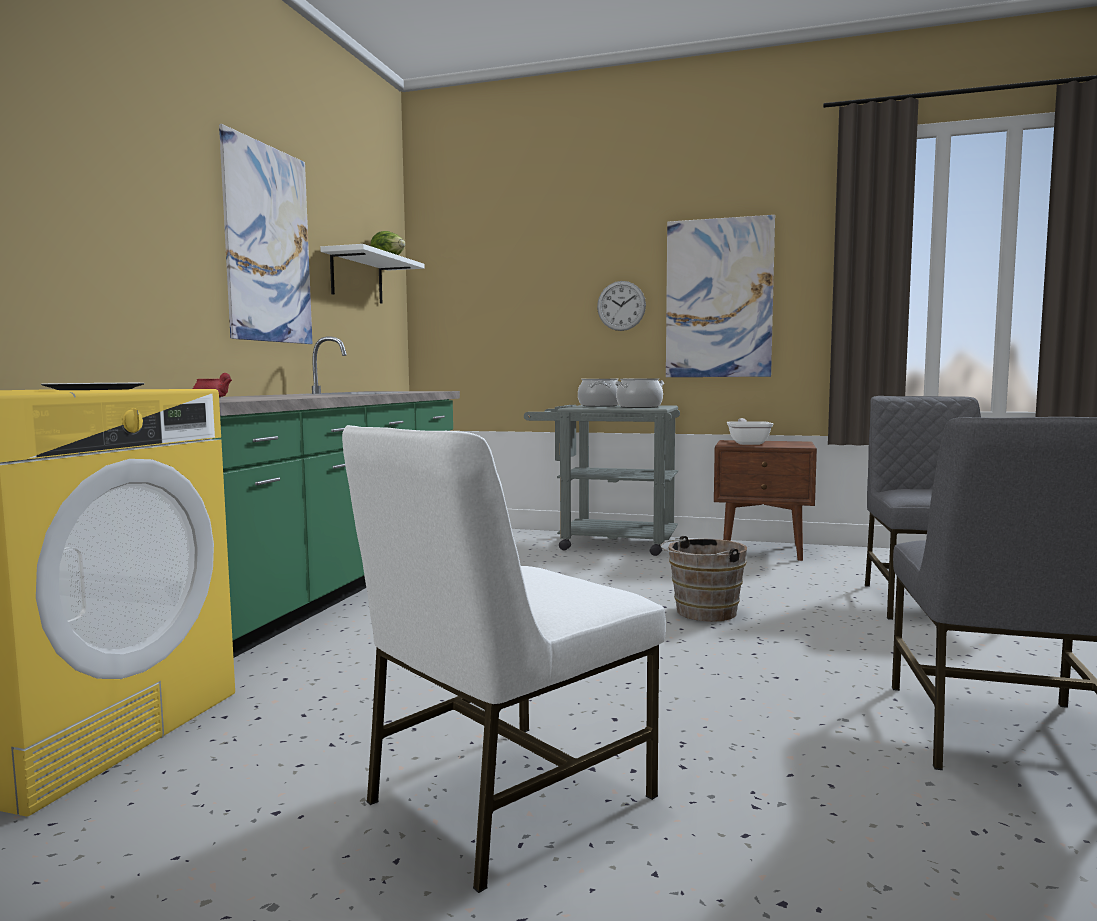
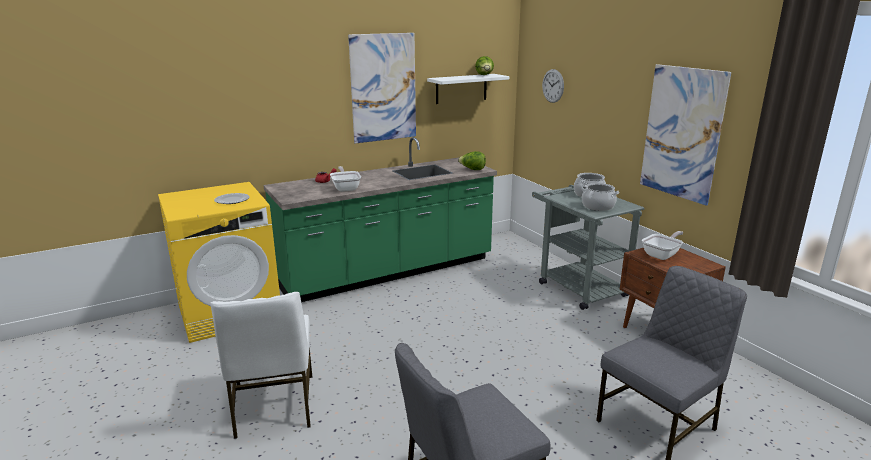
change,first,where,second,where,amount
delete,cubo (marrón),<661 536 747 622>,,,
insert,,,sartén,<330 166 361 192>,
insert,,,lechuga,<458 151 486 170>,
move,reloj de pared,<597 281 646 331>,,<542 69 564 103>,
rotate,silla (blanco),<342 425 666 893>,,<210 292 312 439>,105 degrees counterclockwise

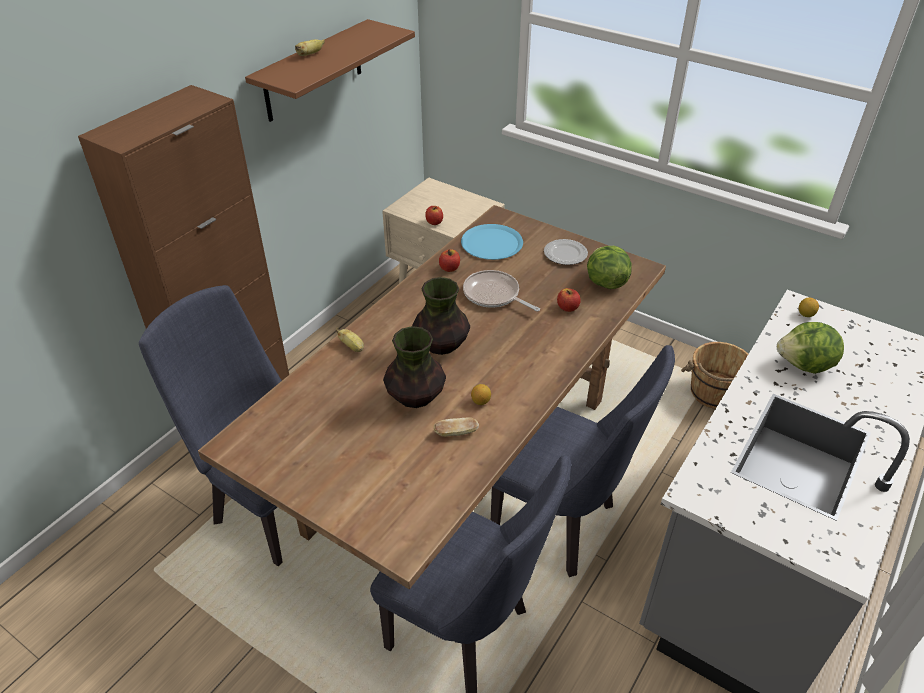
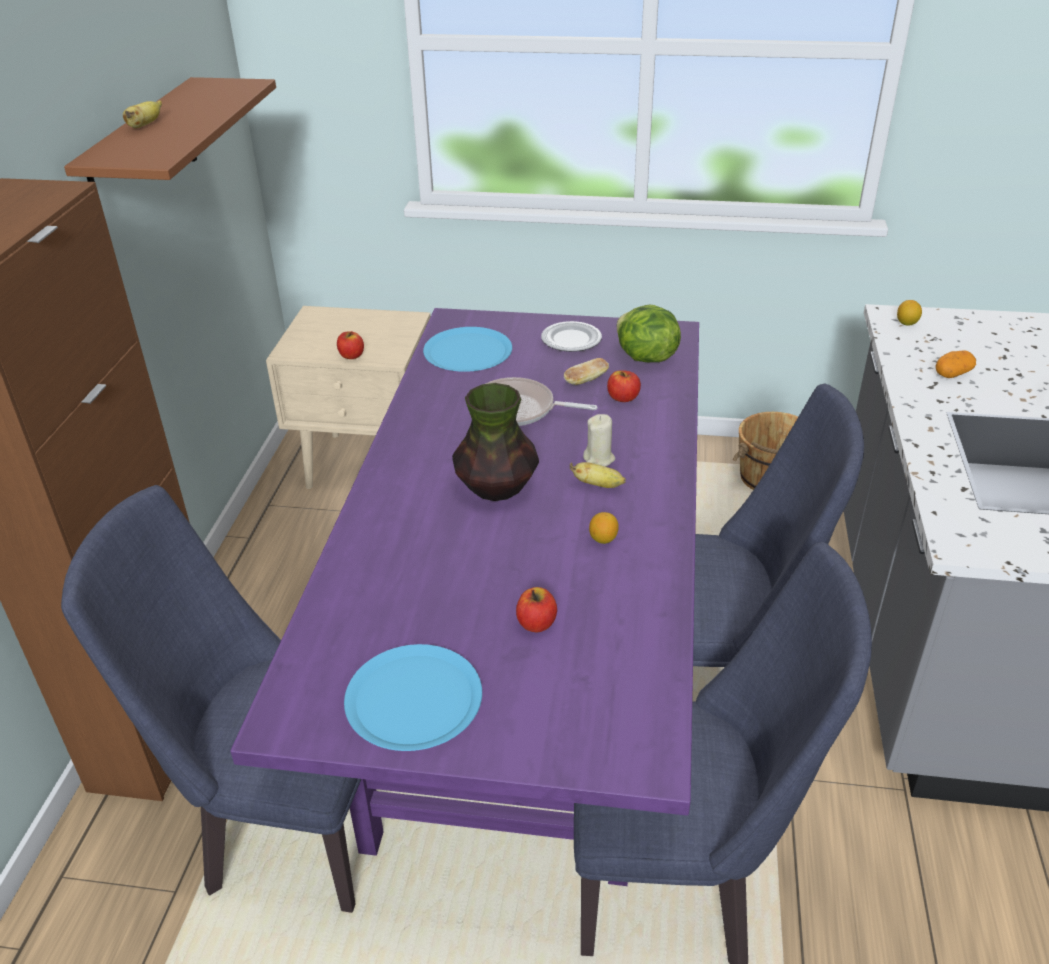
change,first,where,second,where,amount
delete,florero,<383 326 446 408>,,,
insert,,,plato (azul),<344 644 482 751>,
insert,,,vela (beis),<583 414 615 466>,
move,plátano,<336 327 364 352>,,<570 462 626 488>,
move,pan,<434 418 479 437>,,<564 358 609 385>,
move,manzana,<439 249 460 272>,,<516 587 557 632>,
replace,lechuga,<777 322 844 374>,patata,<935 350 976 378>,
recolor,mesa de comedor (marrón),<198 205 666 589>,mesa de comedor (morado),<230 308 699 886>,

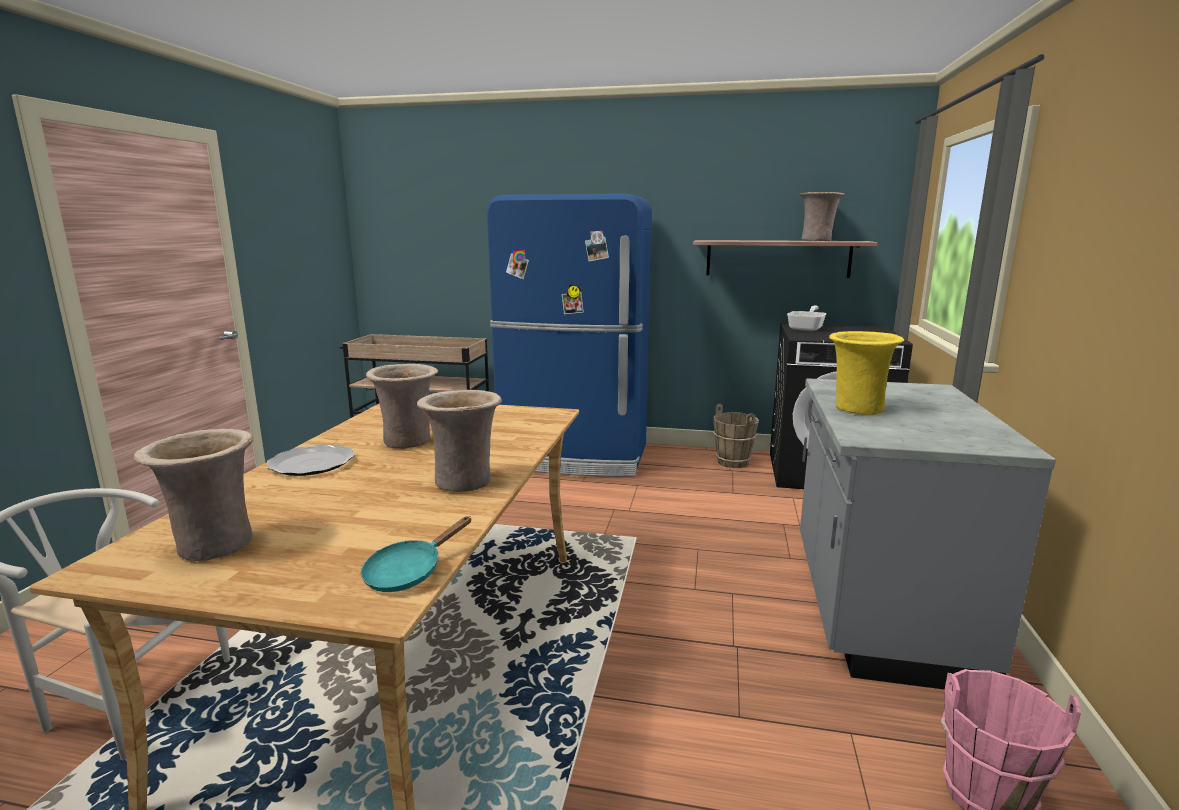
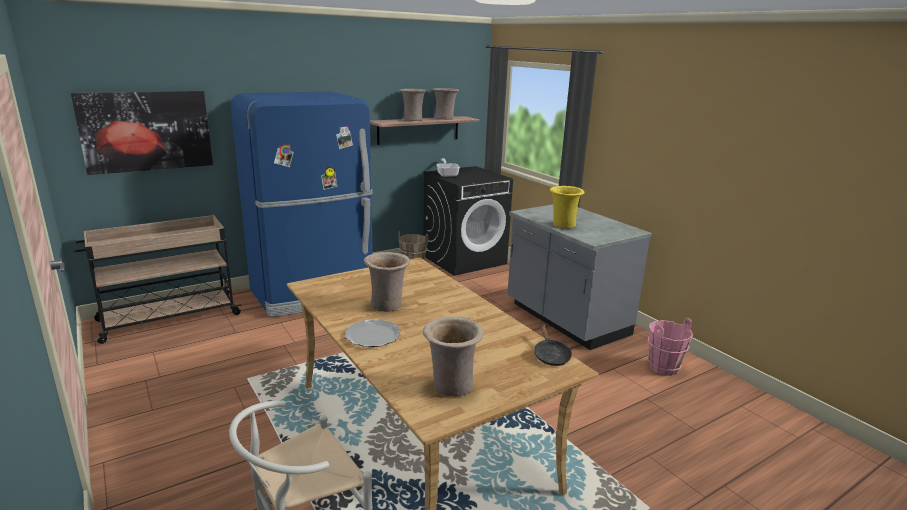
change,first,where,second,where,amount
insert,,,cuadro,<71 91 213 175>,
move,florero (beis),<417 390 502 492>,,<399 89 427 121>,
recolor,sartén (turquesa),<361 516 472 592>,sartén (negro),<534 323 572 366>,

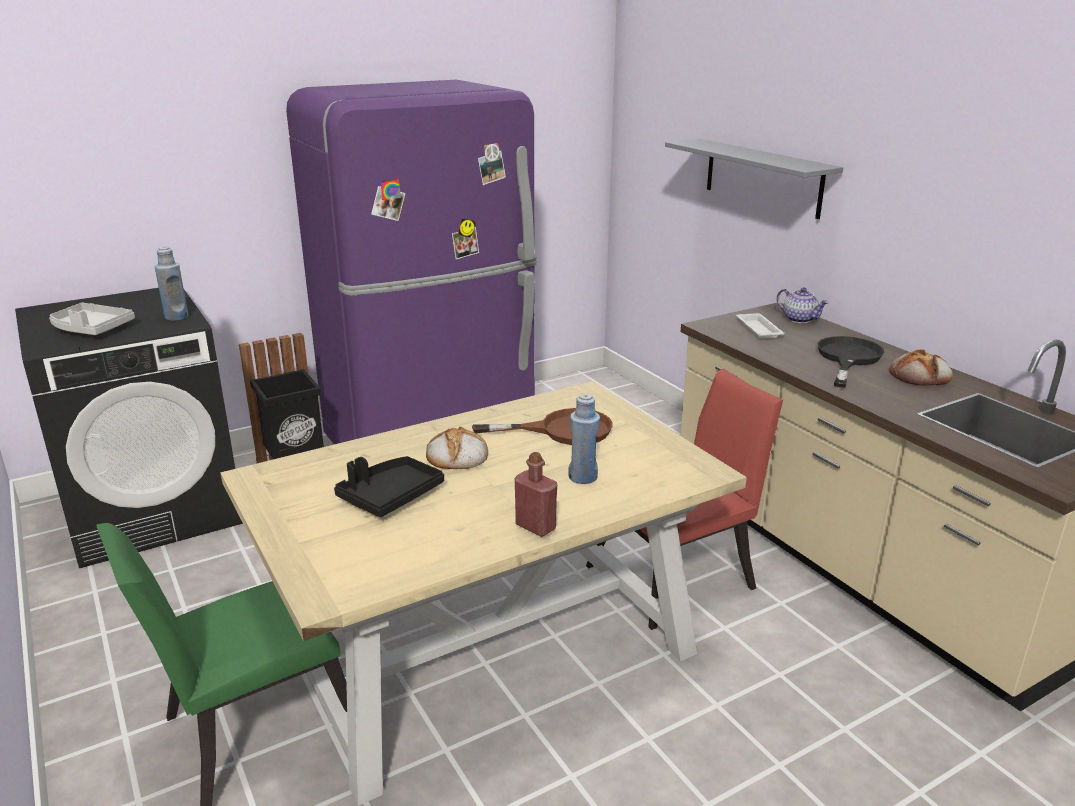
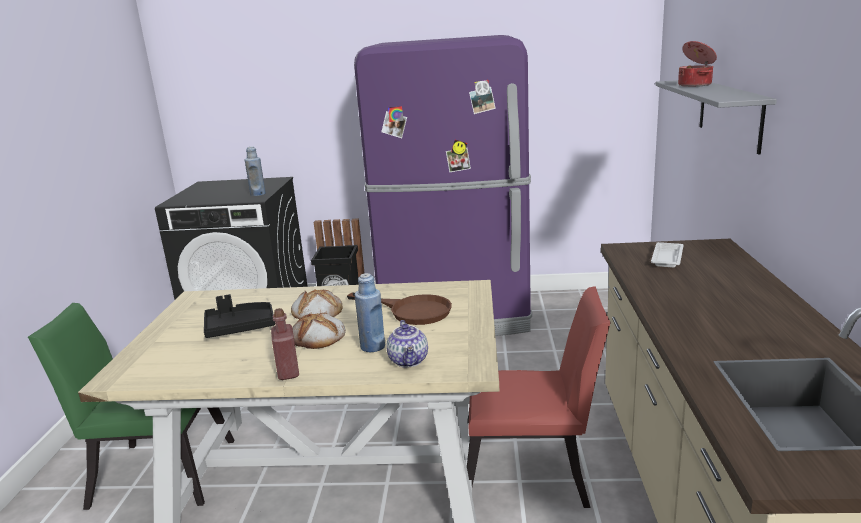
change,first,where,second,where,amount
delete,bandeja (gris),<49 303 135 335>,,,
delete,sartén (negro),<817 336 884 388>,,,
insert,,,olla,<678 41 717 87>,
move,tetera,<777 288 829 323>,,<386 320 428 368>,
move,pan,<889 349 953 386>,,<292 312 346 349>,

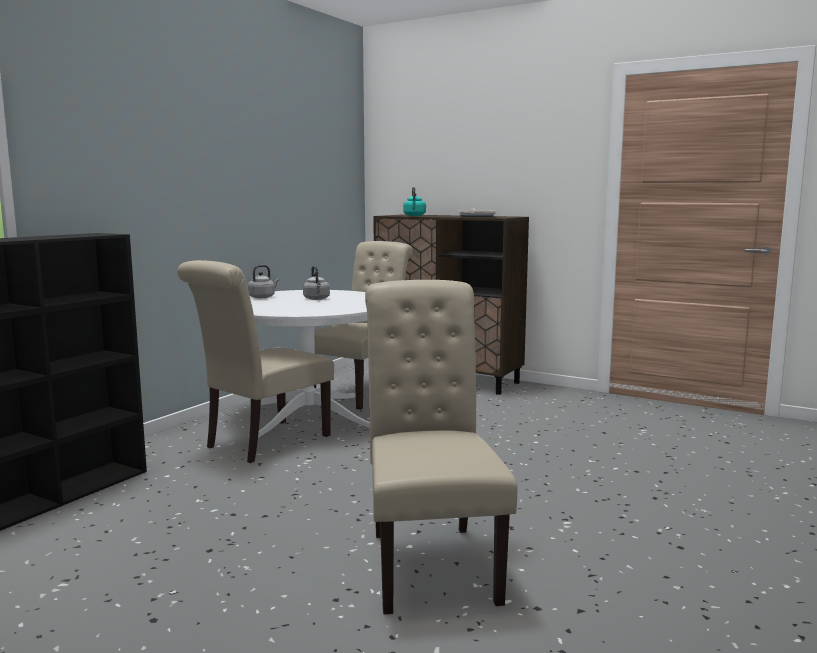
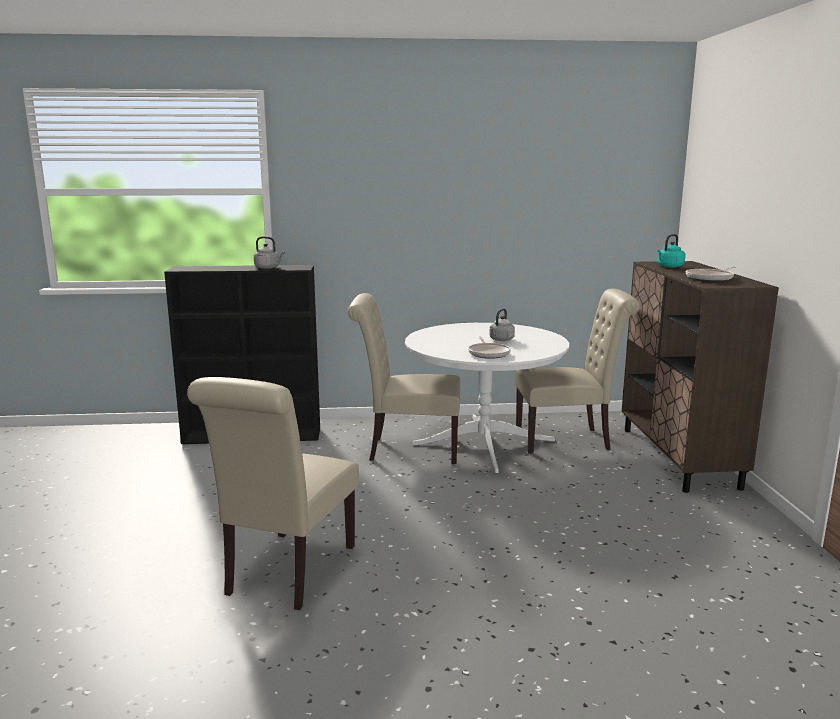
change,first,where,second,where,amount
insert,,,sartén,<468 337 511 359>,
move,hervidor (gris),<248 265 280 298>,,<254 236 285 269>,
rotate,silla (beis),<365 280 517 615>,,<187 377 359 610>,150 degrees clockwise

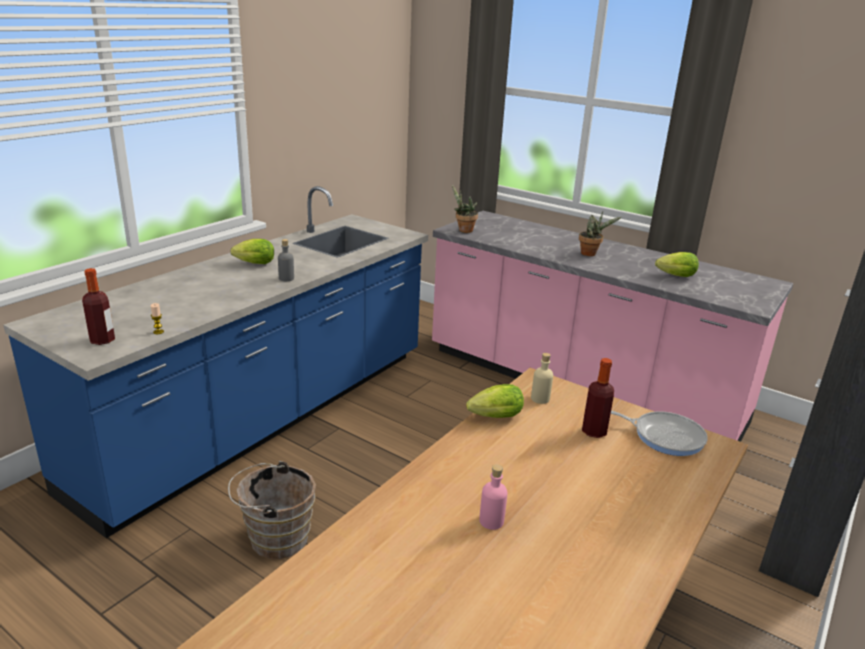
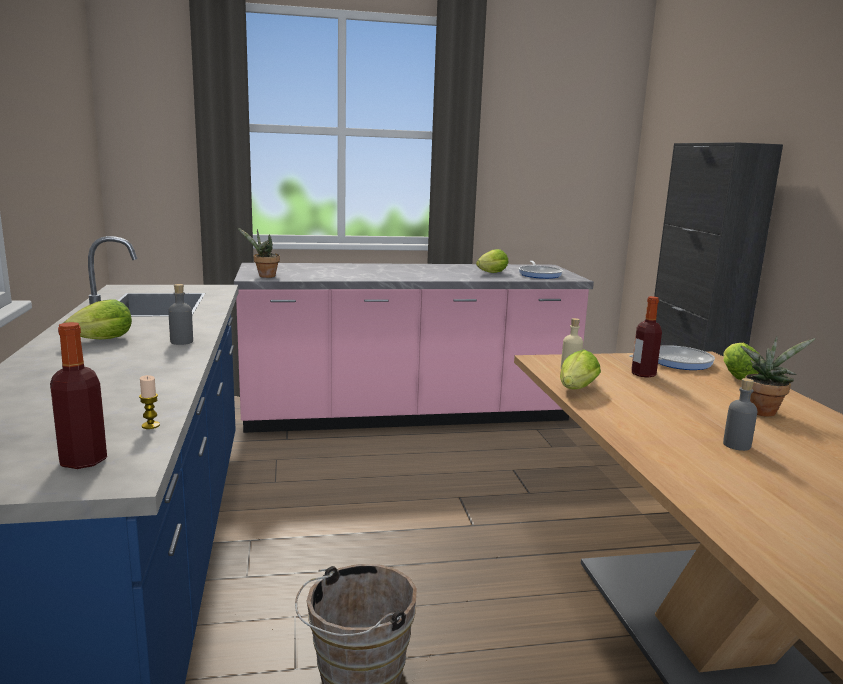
change,first,where,second,where,amount
insert,,,sartén,<519 261 563 279>,
insert,,,lechuga,<723 343 759 380>,
move,planta en maceta,<579 212 622 256>,,<741 337 816 417>,
recolor,botella (rosa),<479 464 508 530>,botella (gris),<723 378 758 451>,

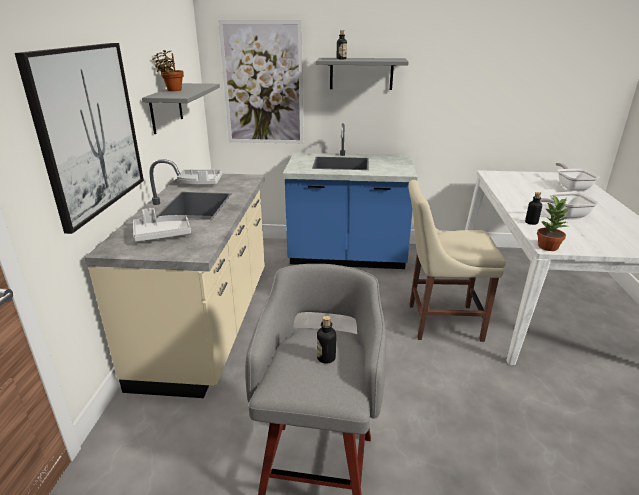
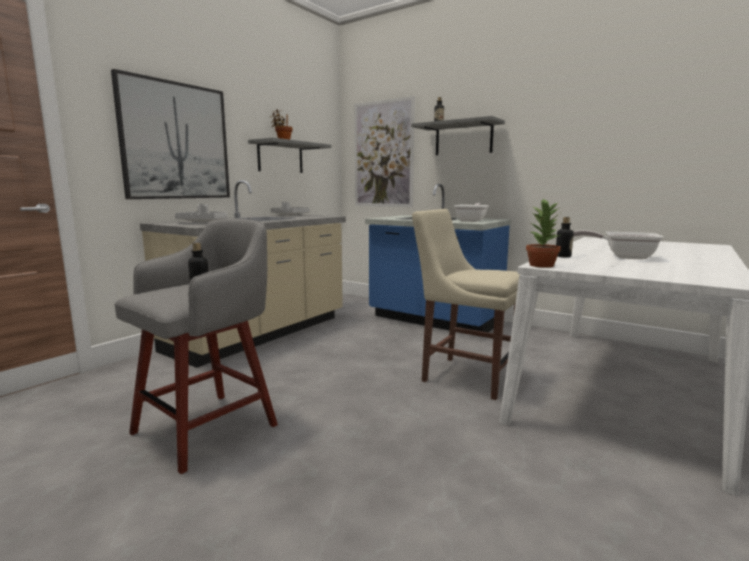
change,first,where,second,where,amount
move,sartén,<556 162 599 191>,,<454 203 489 222>,

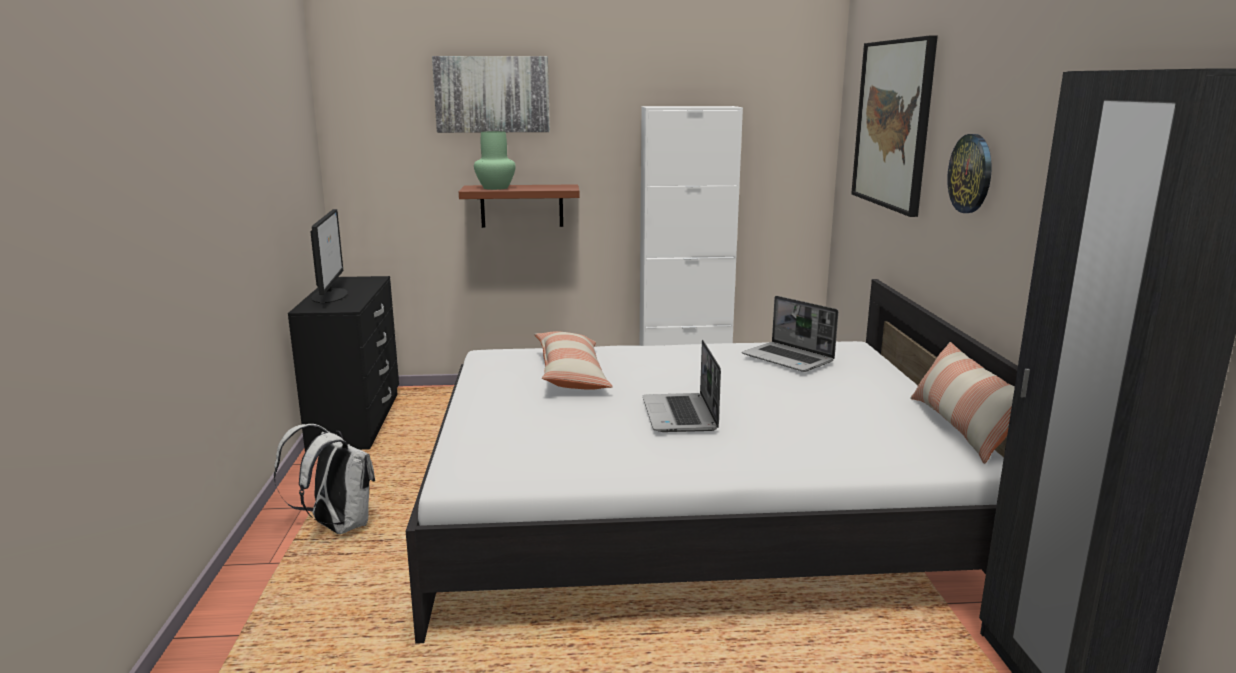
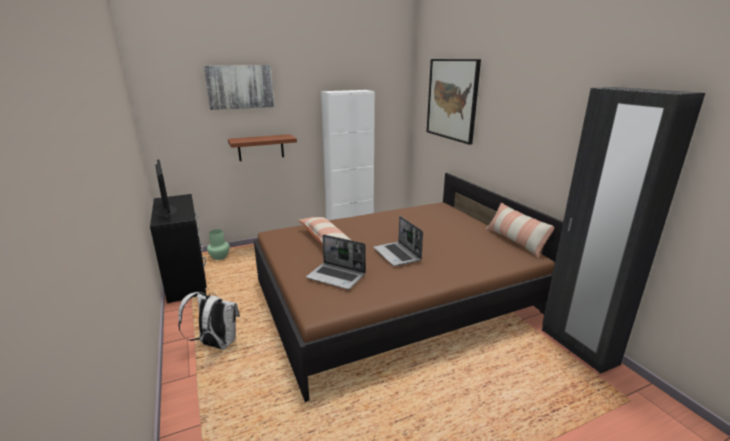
change,first,where,second,where,amount
delete,reloj de pared,<947 134 992 213>,,,
move,florero (verde),<474 131 516 190>,,<207 229 230 260>,
move,portátil,<742 296 838 372>,,<306 234 366 290>,
recolor,cama (blanco),<406 279 1018 644>,cama (marrón),<254 173 563 402>,

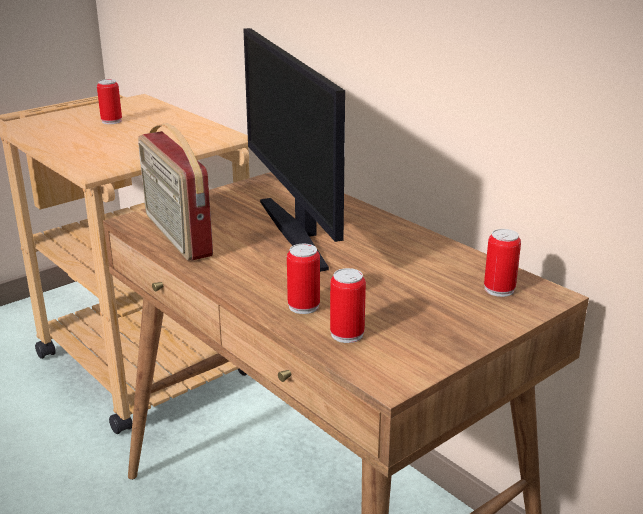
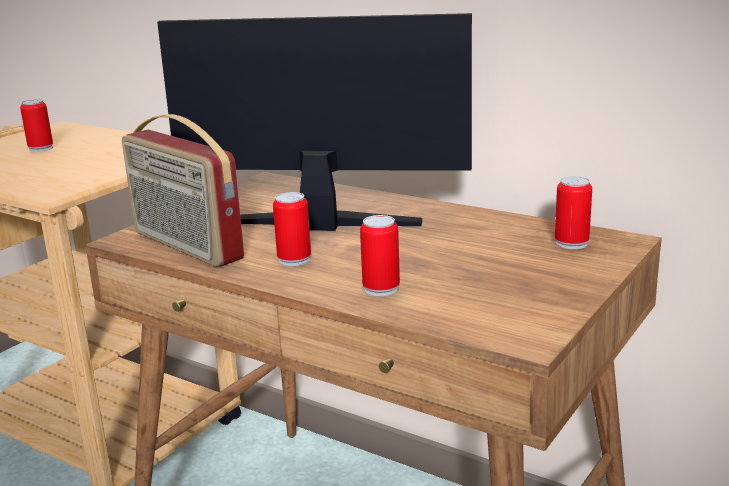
change,first,where,second,where,amount
move,lata,<330 268 366 343>,,<273 192 311 266>,
rotate,monitor,<243 28 345 272>,,<157 13 472 231>,135 degrees clockwise

